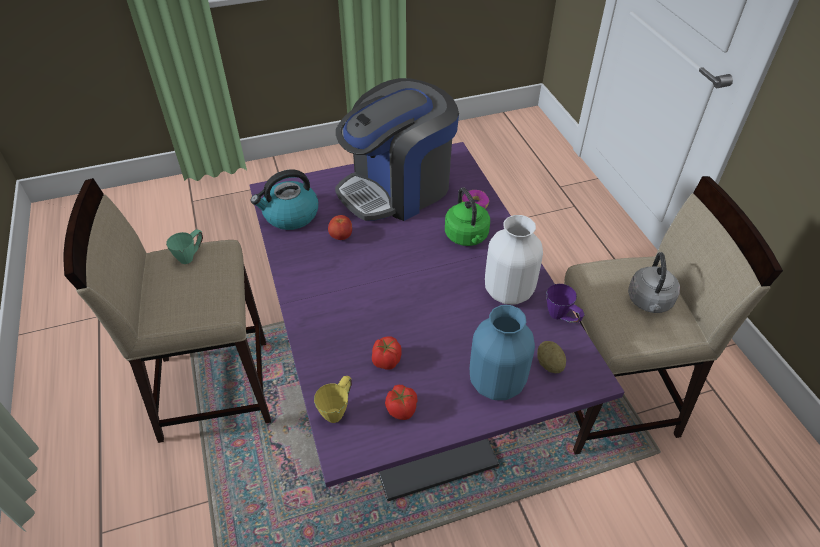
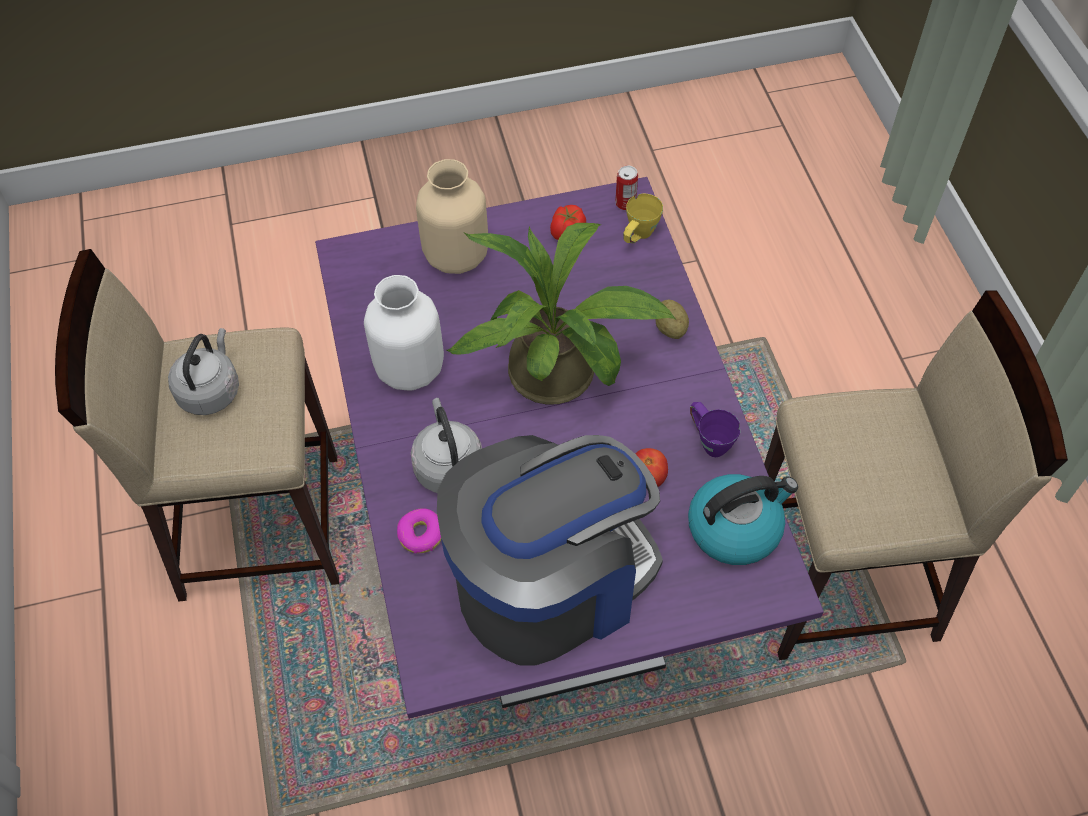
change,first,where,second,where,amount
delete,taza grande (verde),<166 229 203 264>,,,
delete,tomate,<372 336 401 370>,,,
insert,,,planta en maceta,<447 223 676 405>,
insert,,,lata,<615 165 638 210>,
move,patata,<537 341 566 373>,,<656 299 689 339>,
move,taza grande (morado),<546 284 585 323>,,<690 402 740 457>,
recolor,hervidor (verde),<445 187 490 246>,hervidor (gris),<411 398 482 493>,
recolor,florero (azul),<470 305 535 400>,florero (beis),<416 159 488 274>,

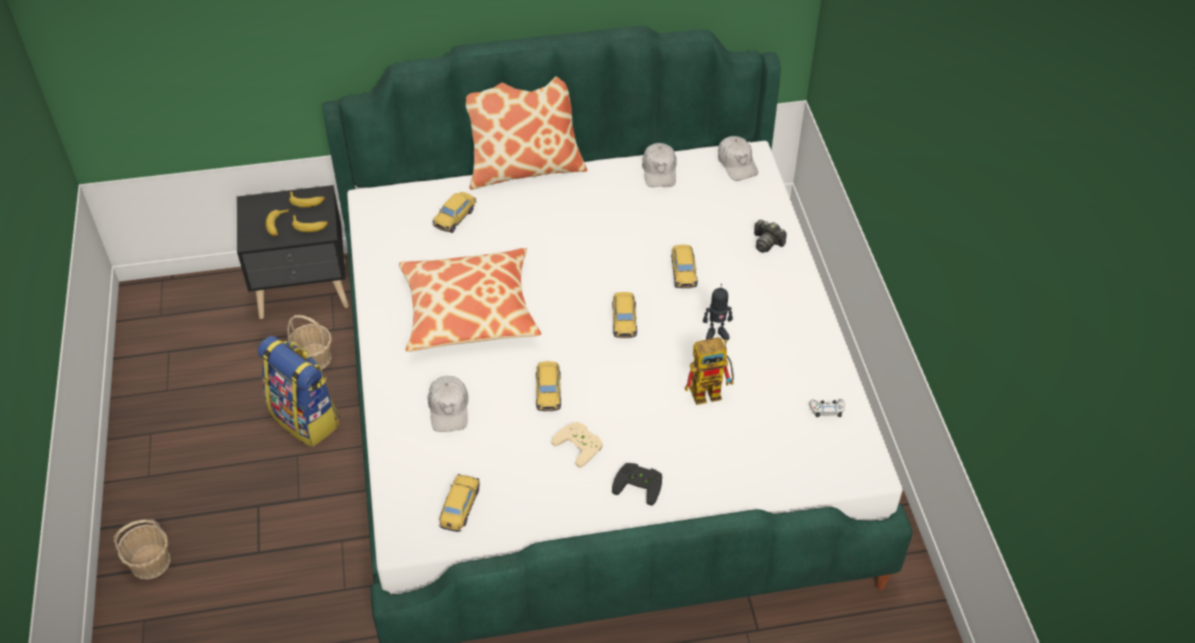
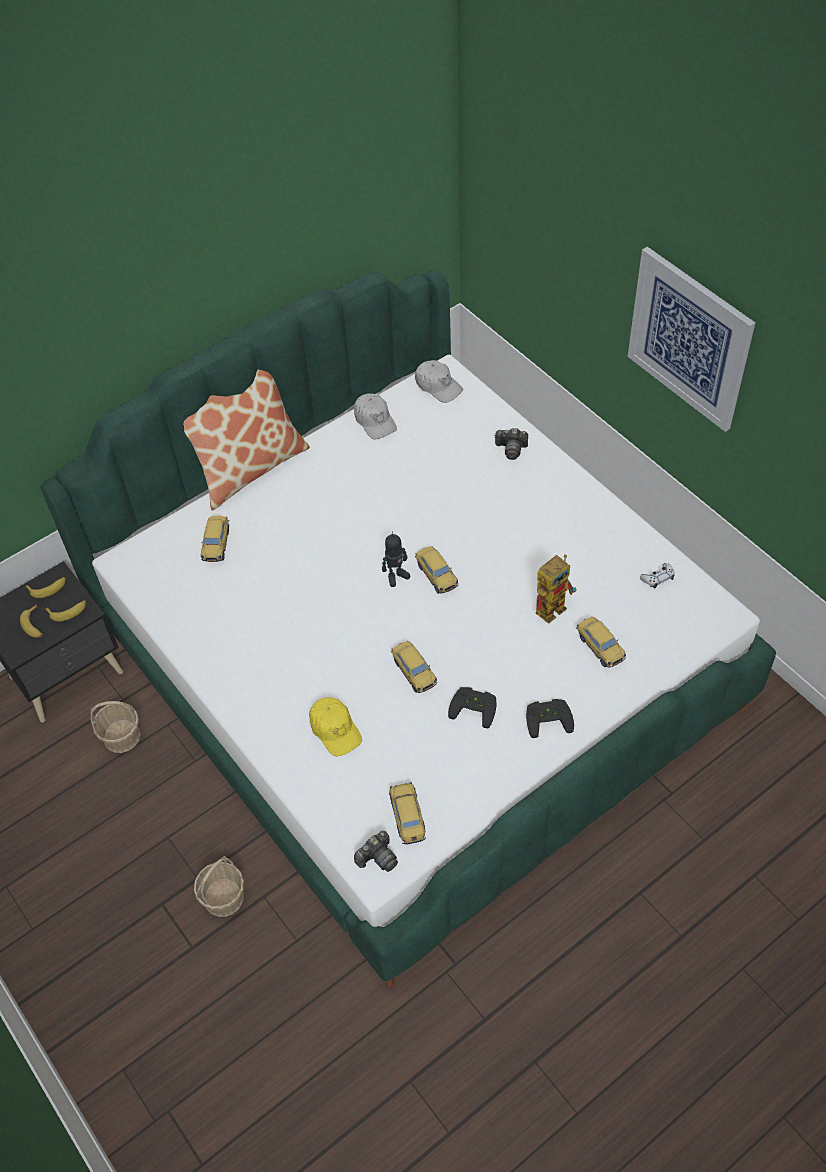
change,first,where,second,where,amount
delete,mochila,<258 336 340 447>,,,
delete,cojín,<399 248 541 352>,,,
insert,,,cámara,<354 831 398 872>,
insert,,,cuadro,<628 247 755 432>,
move,cesta,<113 519 171 580>,,<194 856 244 917>,
move,coche de juguete,<671 245 698 288>,,<576 617 626 668>,
move,robot de juguete,<703 284 733 340>,,<382 531 410 587>,
recolor,gorra (blanco),<428 376 468 432>,gorra (amarillo),<309 698 362 756>,
recolor,mando de consola (beis),<551 422 603 468>,mando de consola (negro),<448 687 496 728>,

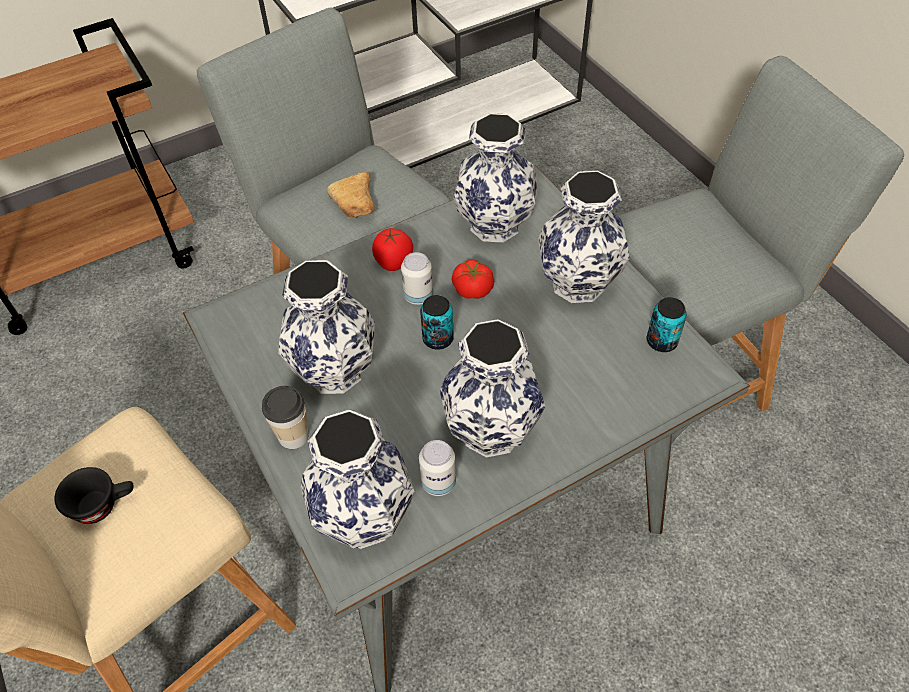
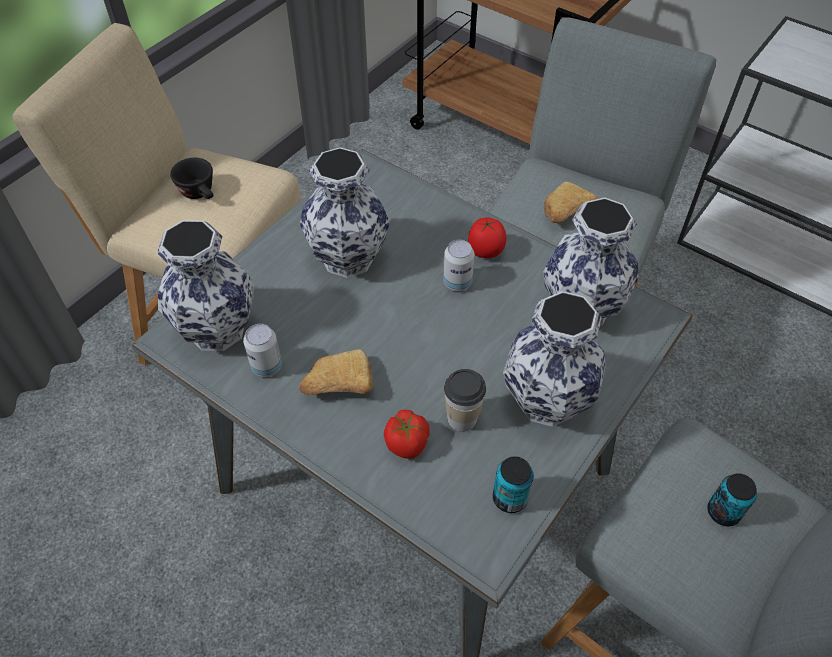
change,first,where,second,where,amount
move,taza,<262 386 309 449>,,<444 369 486 431>,
move,lata,<420 295 454 350>,,<707 473 757 526>,
move,tomate,<452 259 494 299>,,<384 409 429 459>,
replace,florero,<440 319 545 457>,pan,<299 349 373 395>,

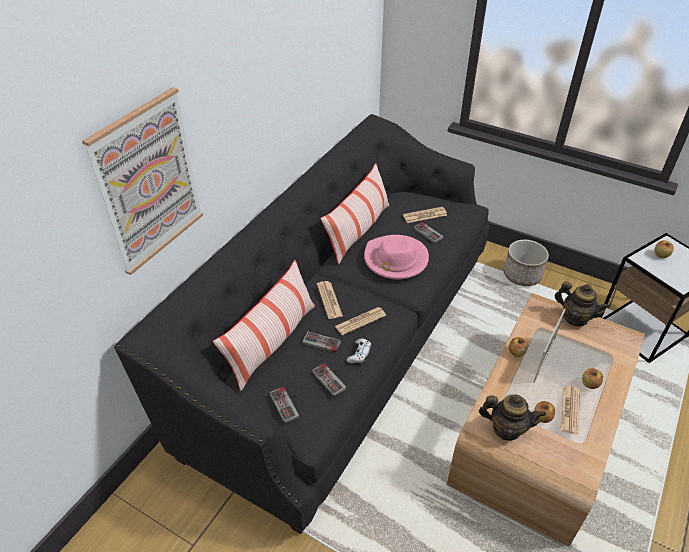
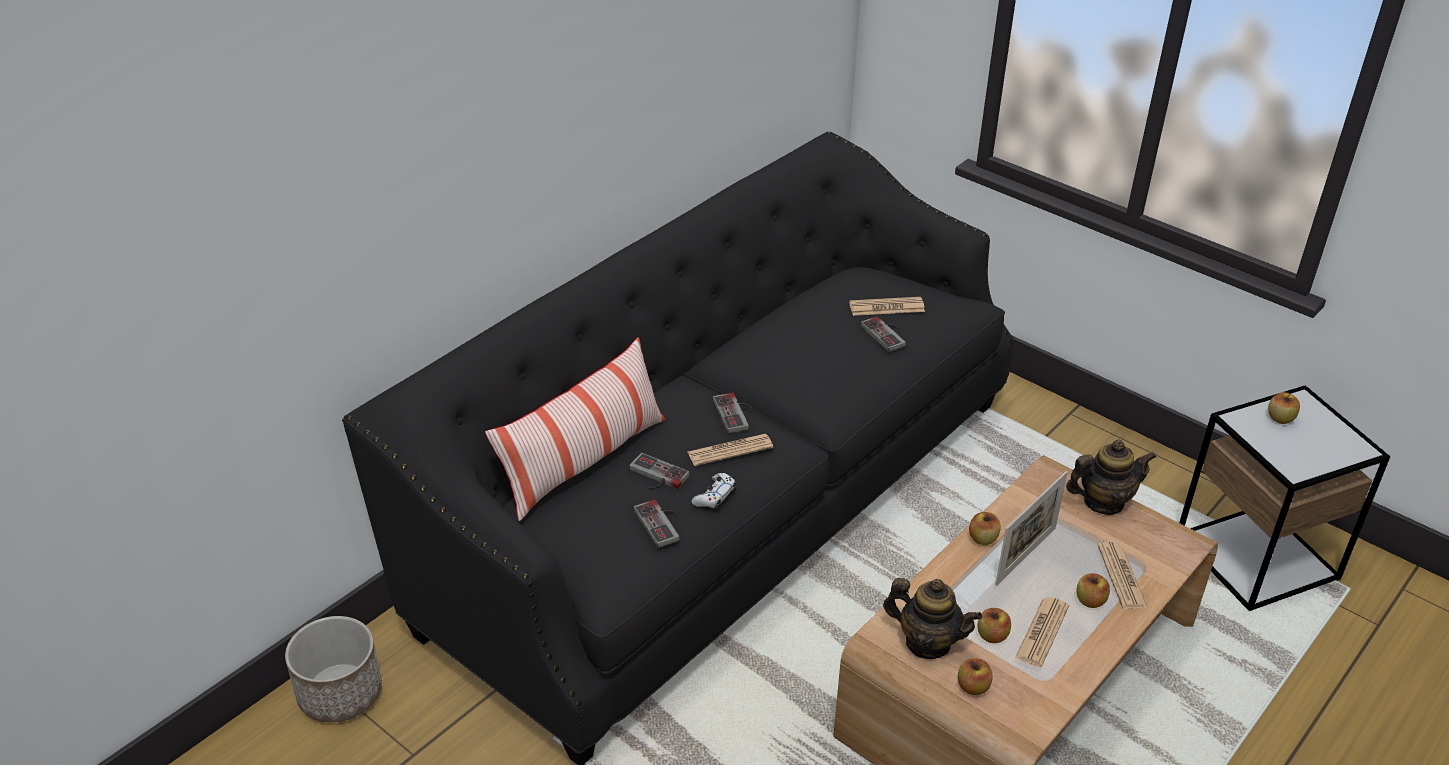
change,first,where,second,where,amount
delete,cuadro,<82 87 203 275>,,,
delete,cojín,<321 163 390 264>,,,
delete,sombrero (rosa),<364 235 429 280>,,,
insert,,,manzana,<958 658 993 695>,
move,mando de consola,<270 387 299 424>,,<713 393 753 434>,
move,periódico,<317 281 343 319>,,<1098 542 1148 609>,
move,maceta,<504 240 549 286>,,<285 616 382 723>,
rotate,tetera,<555 282 610 326>,,<1066 440 1156 515>,60 degrees counterclockwise

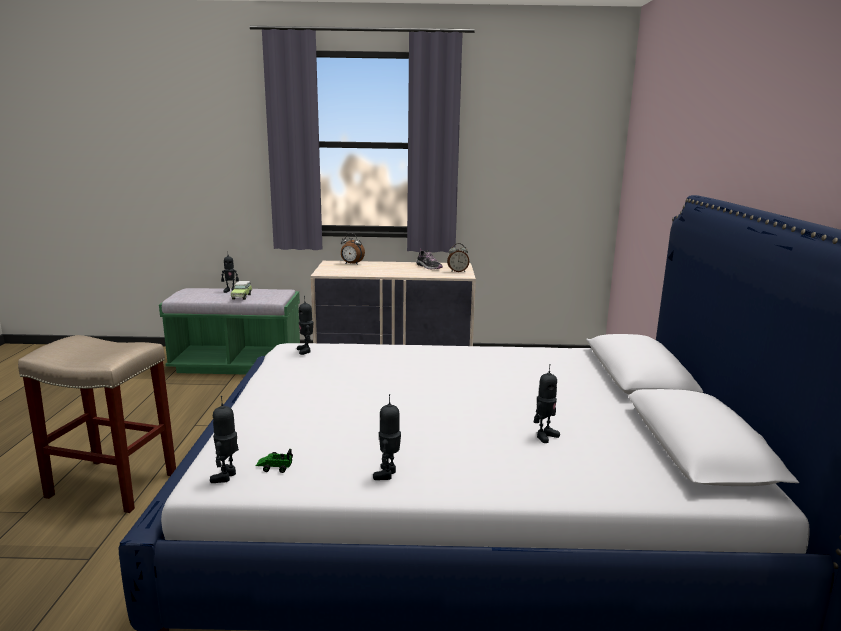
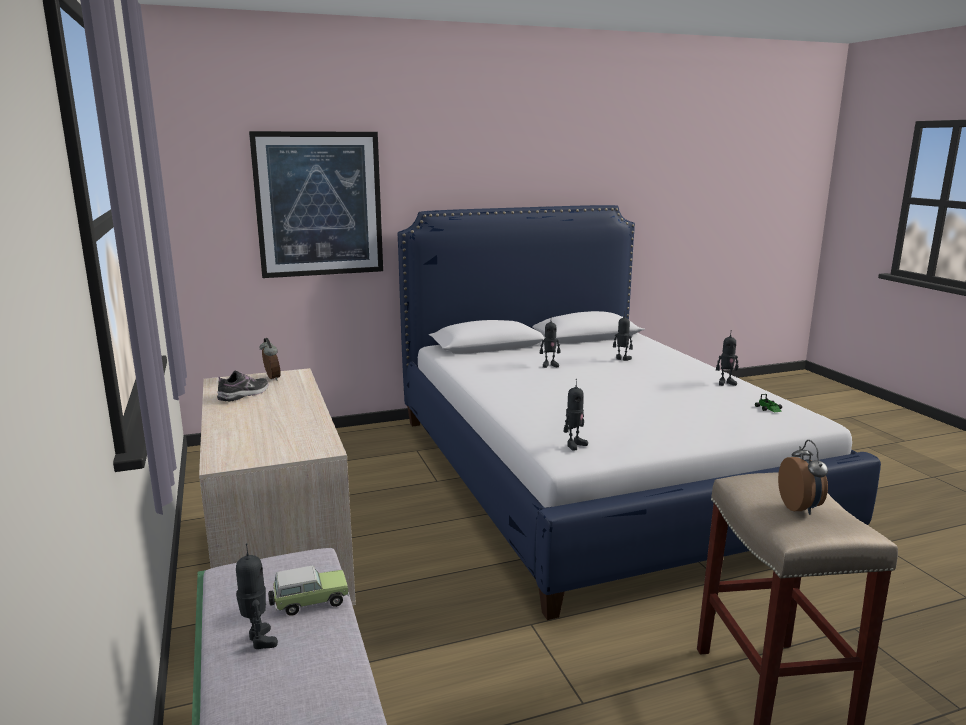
change,first,where,second,where,amount
insert,,,cuadro,<249 131 383 278>,
move,robot de juguete,<210 396 239 483>,,<540 321 561 368>,
move,despertador,<341 233 365 265>,,<778 440 828 515>,

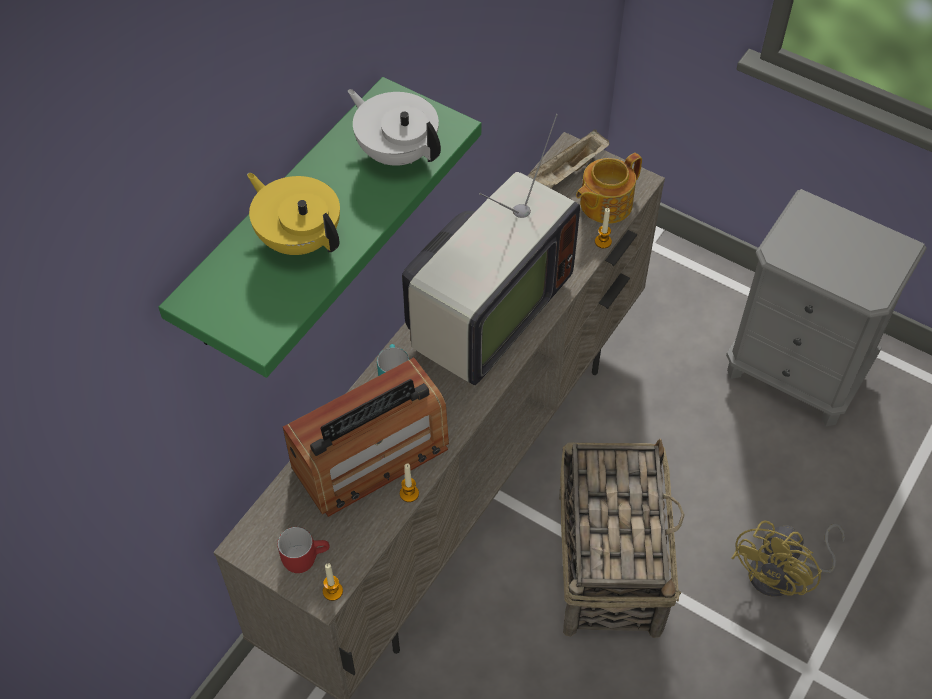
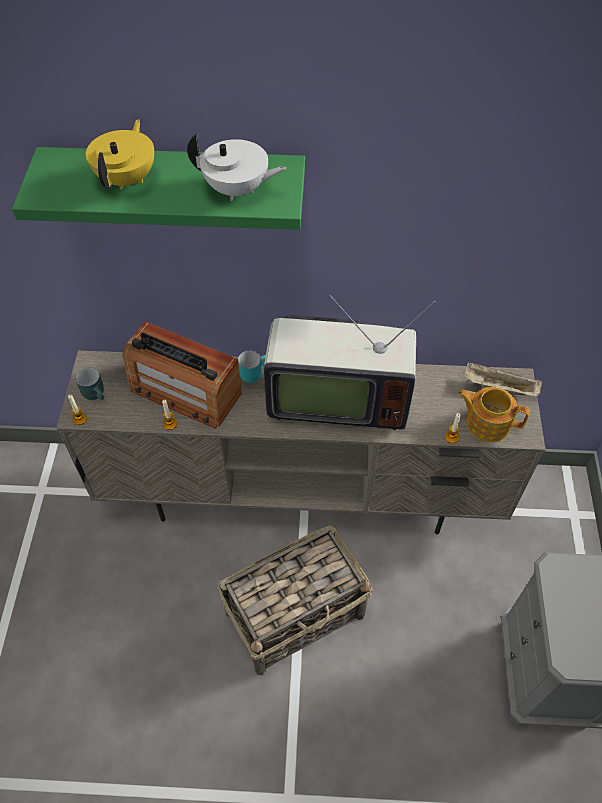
change,first,where,second,where,amount
delete,ventilador (amarillo),<731 520 845 597>,,,
recolor,taza grande (rojo),<277 527 329 573>,taza grande (turquesa),<75 367 104 400>,
rotate,tetera (blanco),<348 89 441 166>,,<187 134 287 201>,90 degrees clockwise

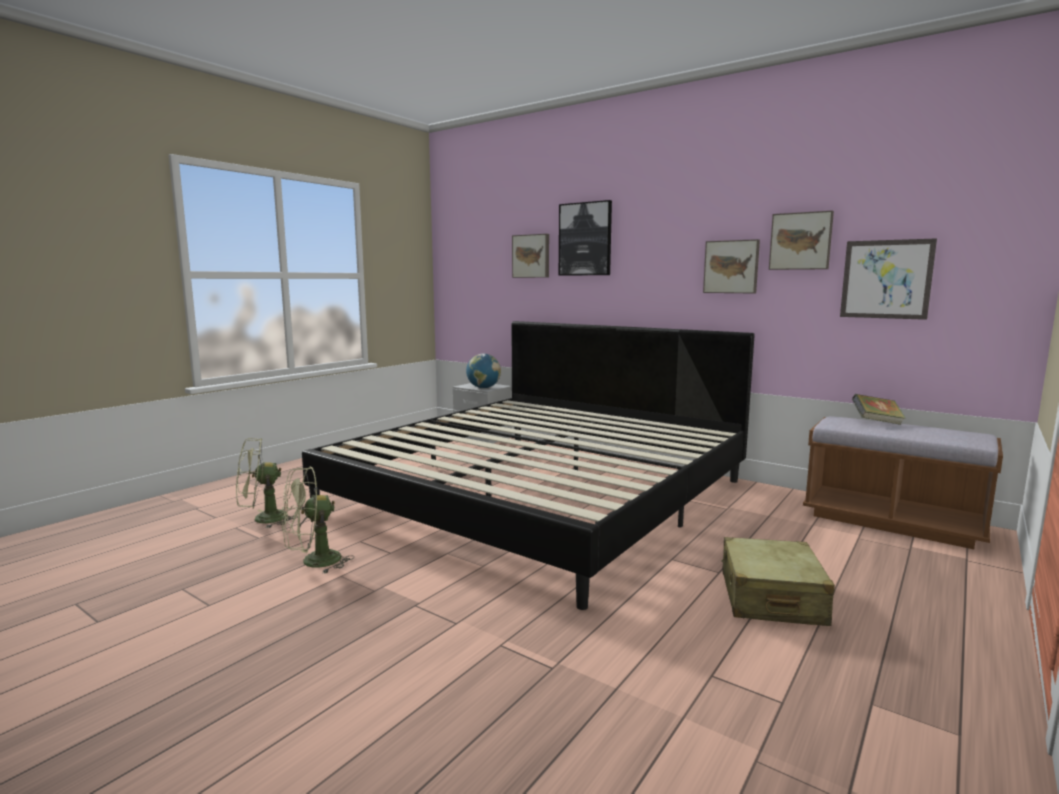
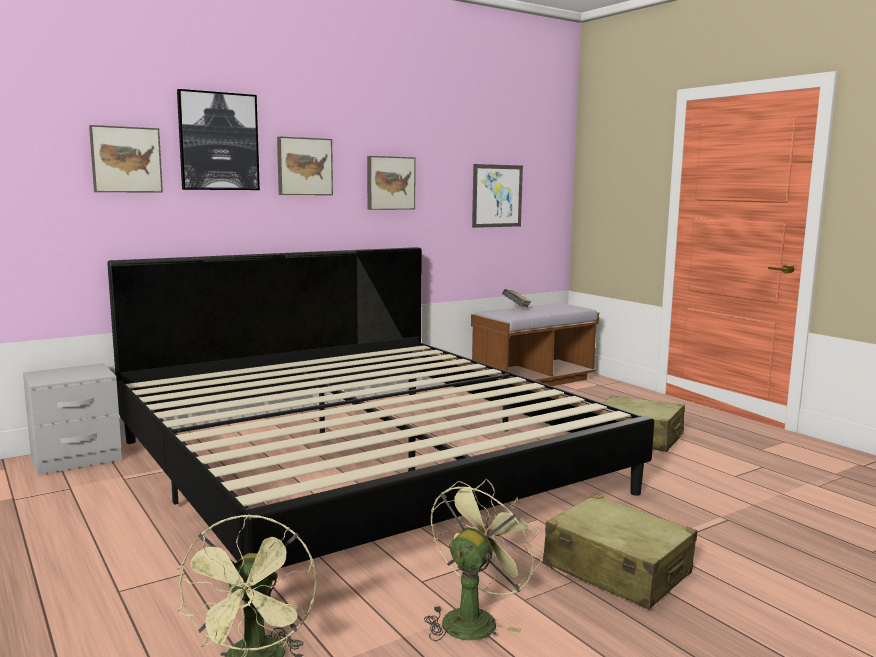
change,first,where,second,where,amount
delete,globo terráqueo,<466 354 501 388>,,,
insert,,,maleta (beis),<543 494 697 610>,
move,cuadro,<769 211 834 270>,,<277 137 333 195>,
rotate,ventilador (verde),<282 466 354 574>,,<424 479 541 641>,135 degrees counterclockwise

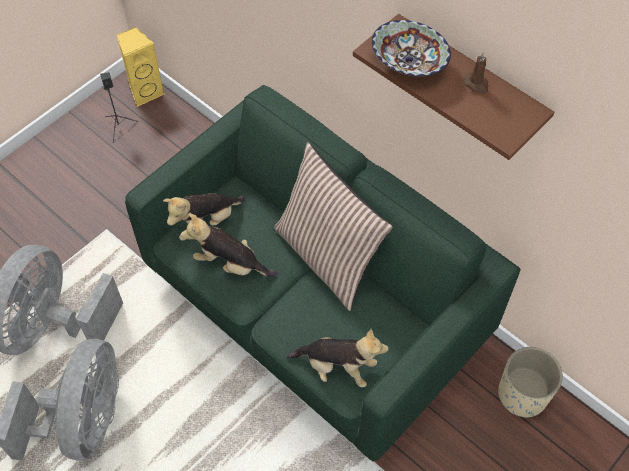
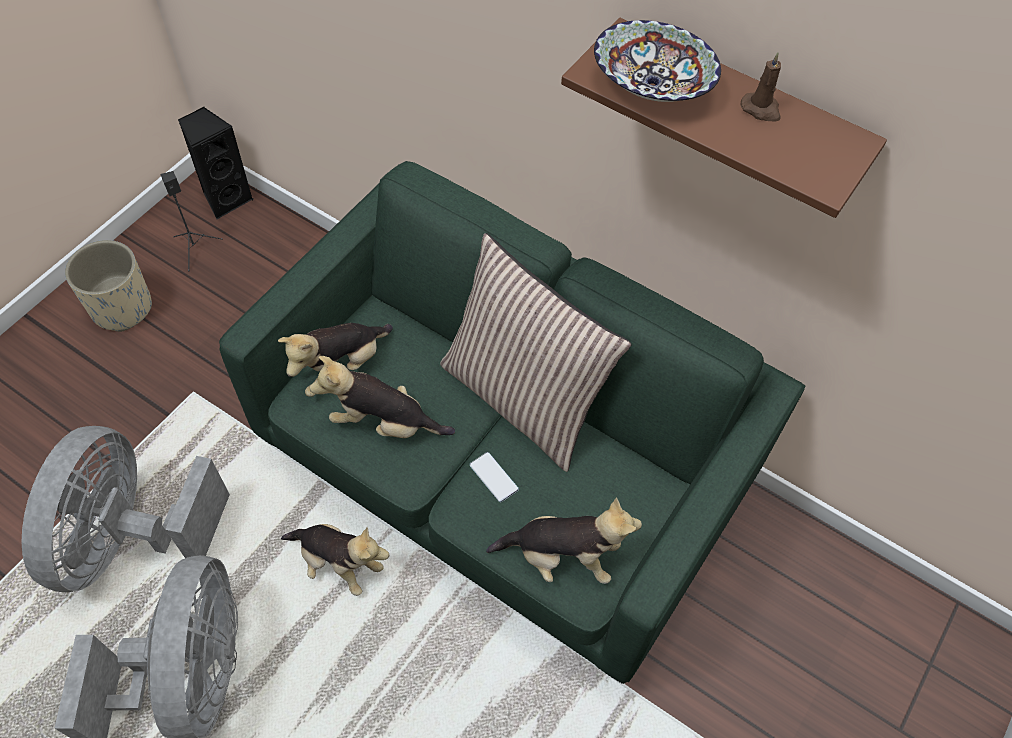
change,first,where,second,where,amount
insert,,,peluche,<281 524 389 596>,
insert,,,móvil,<469 452 519 502>,
move,maceta (beis),<498 347 563 418>,,<65 240 152 332>,
recolor,altavoz (amarillo),<117 27 164 107>,altavoz (negro),<178 107 253 219>,

